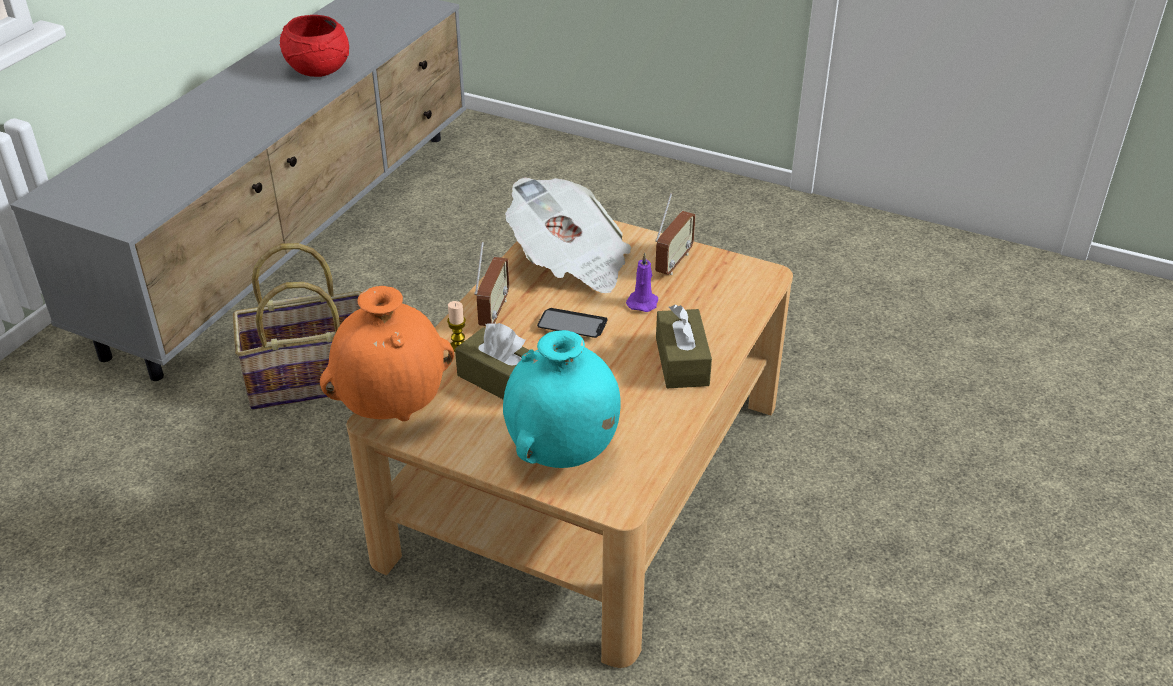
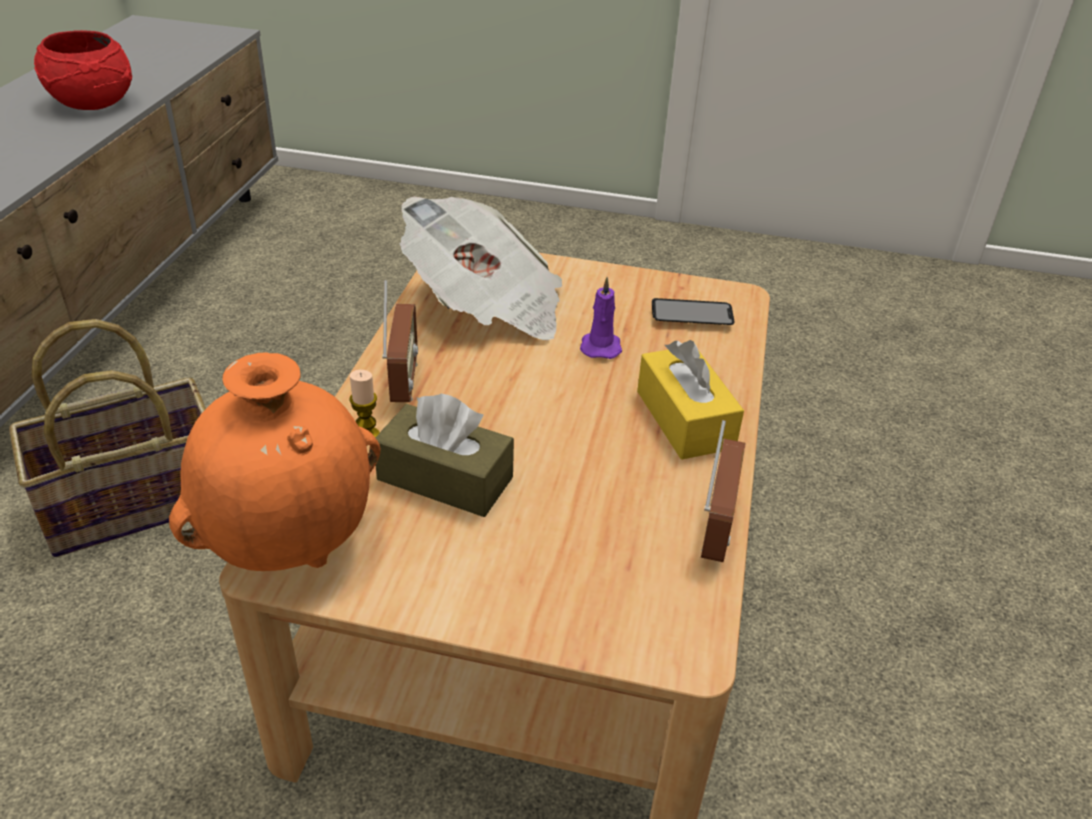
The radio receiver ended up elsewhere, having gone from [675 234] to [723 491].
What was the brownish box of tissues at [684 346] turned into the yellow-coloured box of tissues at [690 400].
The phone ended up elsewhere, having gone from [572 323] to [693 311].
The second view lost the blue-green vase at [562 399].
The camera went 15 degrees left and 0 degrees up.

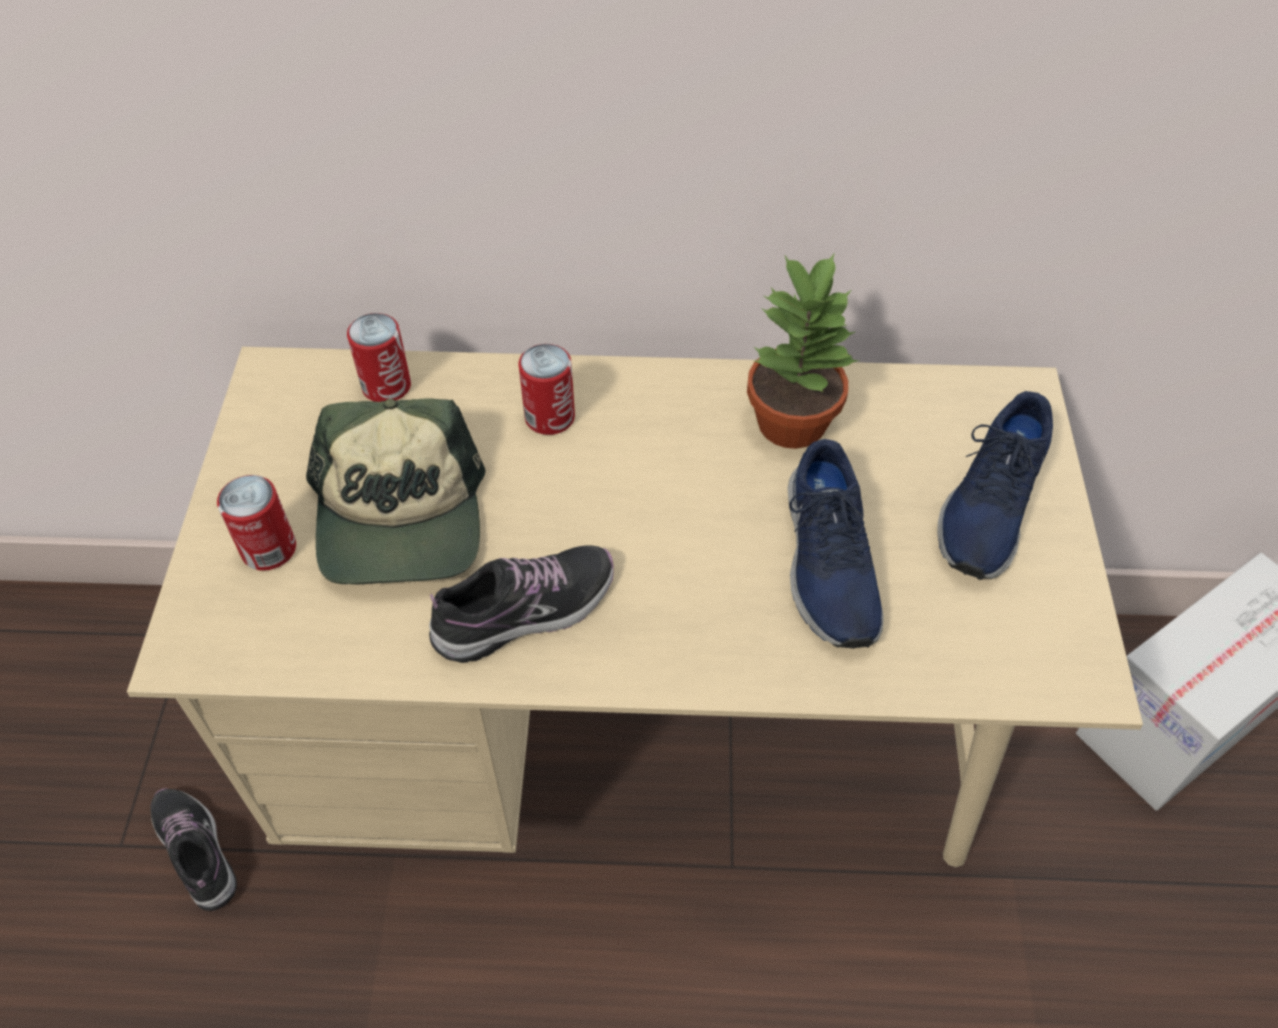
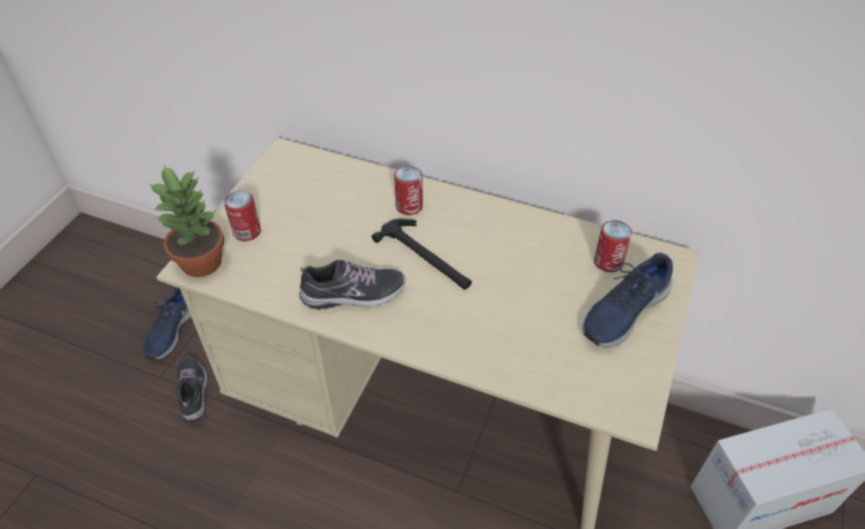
The potted plant ended up elsewhere, having gone from [803 351] to [186 220].
The can ended up elsewhere, having gone from [379 357] to [613 246].
The second view lost the cap at [395 491].
The blue-coloured shoe ended up elsewhere, having gone from [836 544] to [167 323].
The second view gained the hammer at [422 254].
The camera went 20 degrees right and 5 degrees down.

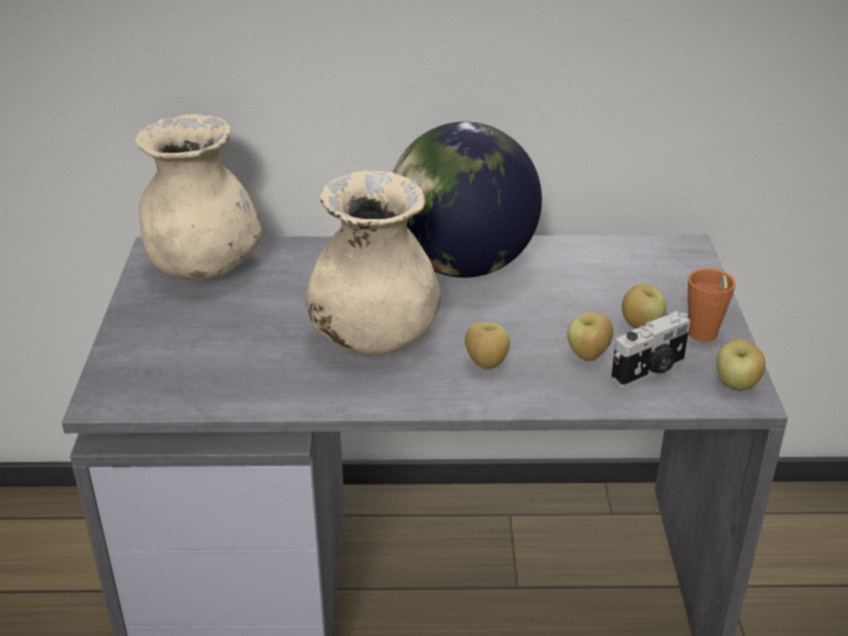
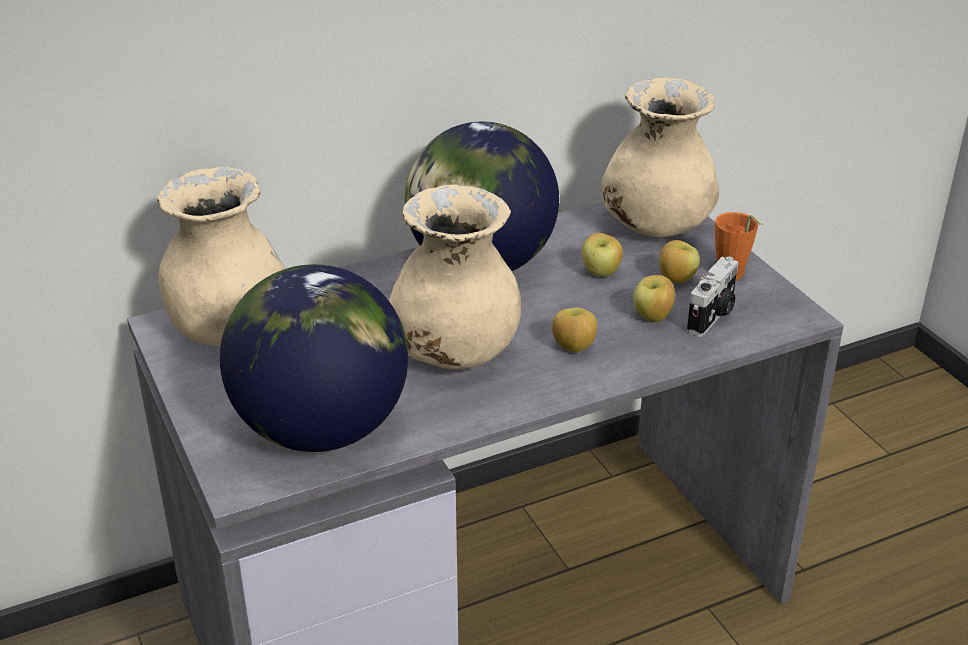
The apple ended up elsewhere, having gone from [741 364] to [602 254].
The second view gained the sand-coloured vase at [660 157].
The second view gained the globe at [314 358].
The camera went 25 degrees left and 0 degrees up.

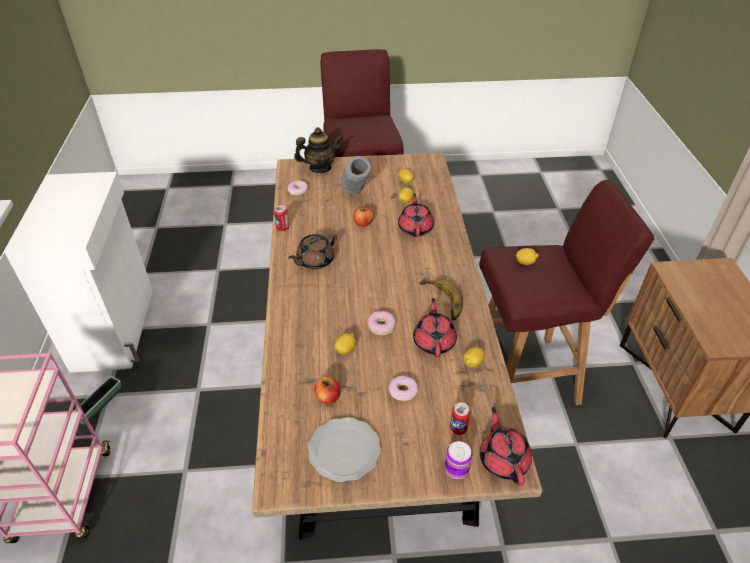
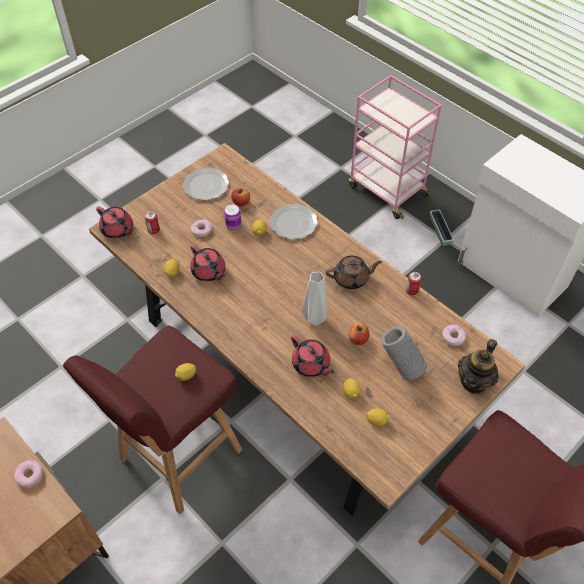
The brownish teapot at [312 251] ended up facing another way, 75 degrees clockwise from before.
The second view lost the banana at [441 300].
The doughnut ended up elsewhere, having gone from [381 323] to [28 474].
The can ended up elsewhere, having gone from [458 460] to [232 217].
The second view gained the dinner plate at [294 222].
The second view gained the greyish vase at [314 299].
The camera went 140 degrees right and 10 degrees up.

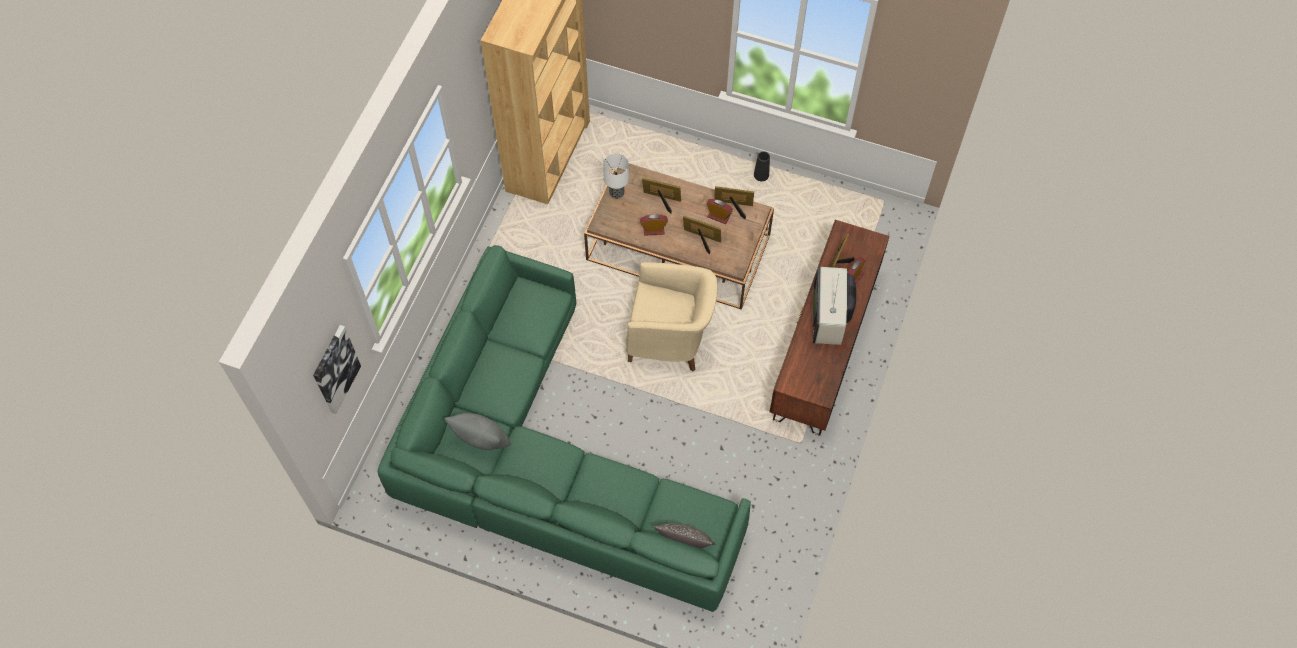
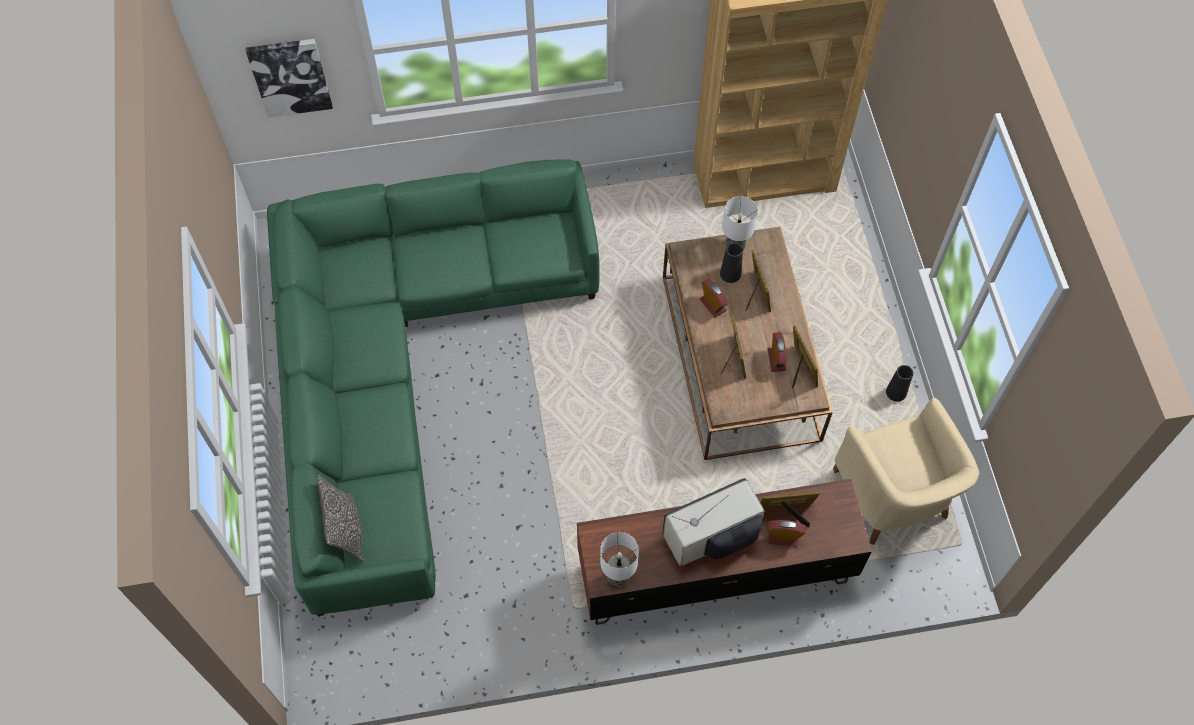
The sand-coloured easy chair ended up elsewhere, having gone from [671 317] to [906 471].
The second view lost the greyish pillow at [478 431].
The second view gained the black vase at [731 263].
The second view gained the table lamp at [619 559].
The camera went 60 degrees right and 0 degrees up.

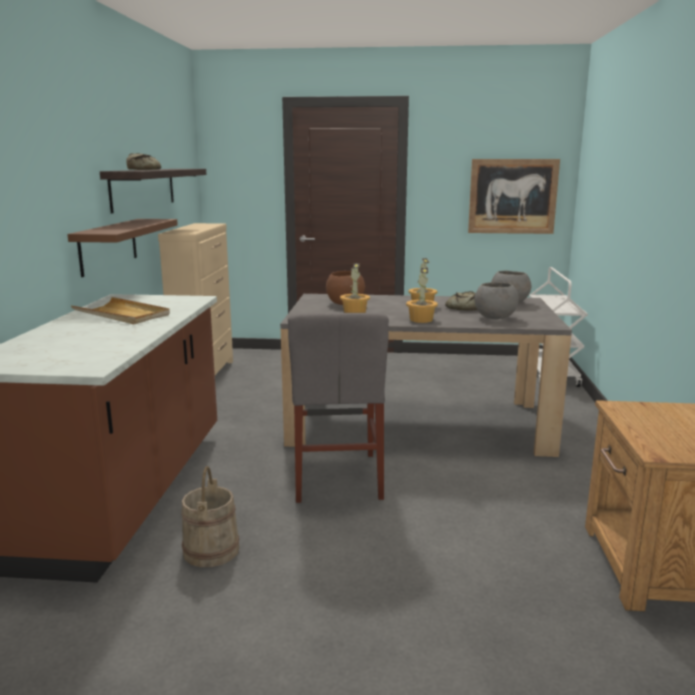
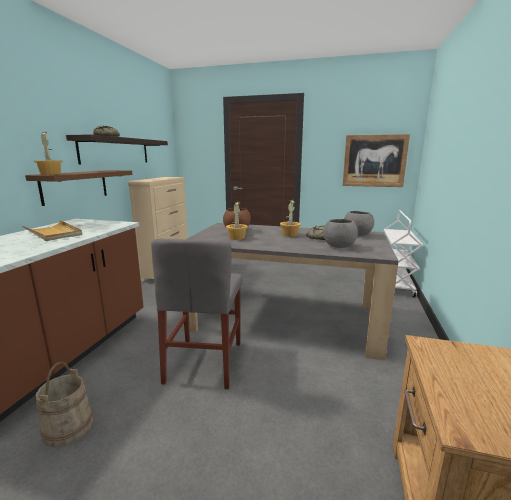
The potted plant ended up elsewhere, having gone from [422 295] to [48 153].
The camera went 10 degrees right and 0 degrees up.

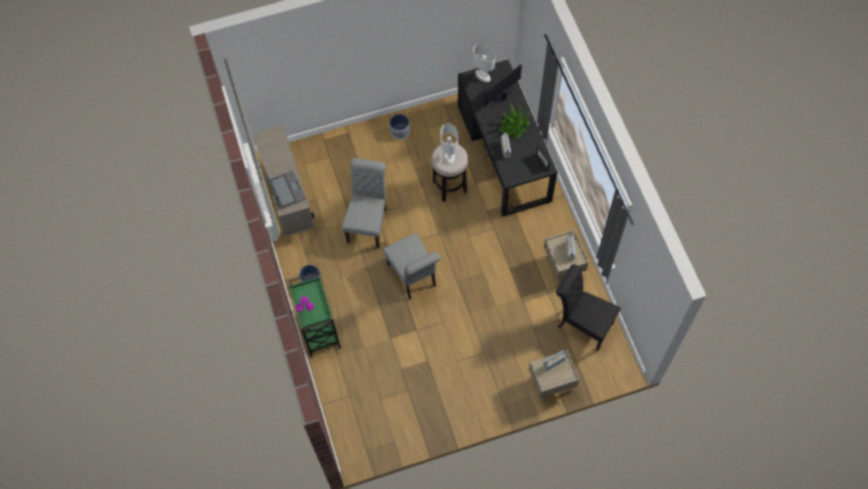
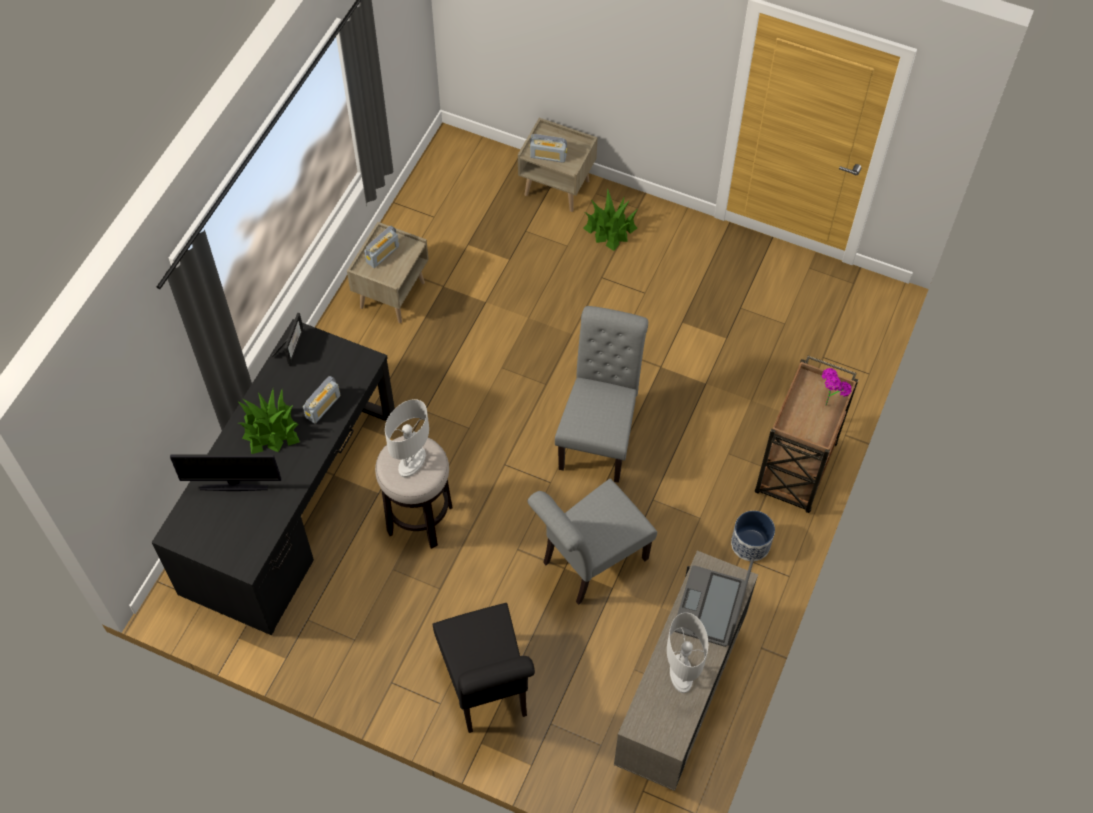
The white-coloured table lamp ended up elsewhere, having gone from [484 63] to [687 653].
The second view lost the planter at [400 127].
The black plain chair ended up elsewhere, having gone from [588 307] to [484 668].
What was the green-coloured cart at [314 315] turned into the brownish cart at [806 434].
The second view gained the potted plant at [610 219].
The camera went 140 degrees left and 5 degrees down.

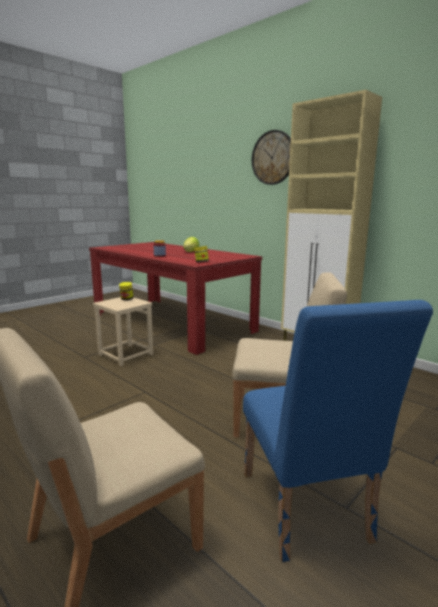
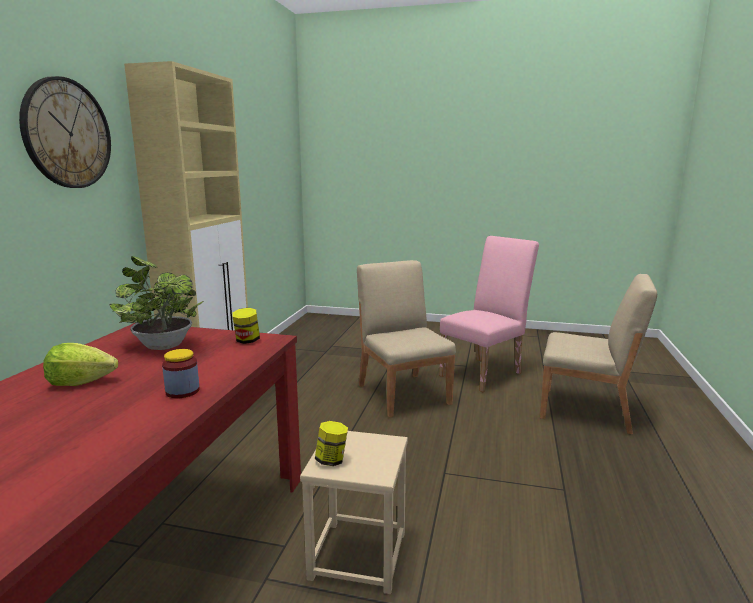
What was the blue-coloured plain chair at [338 431] turned into the pinkish plain chair at [489 314].
The second view gained the potted plant at [156 303].
The camera went 120 degrees left and 0 degrees up.

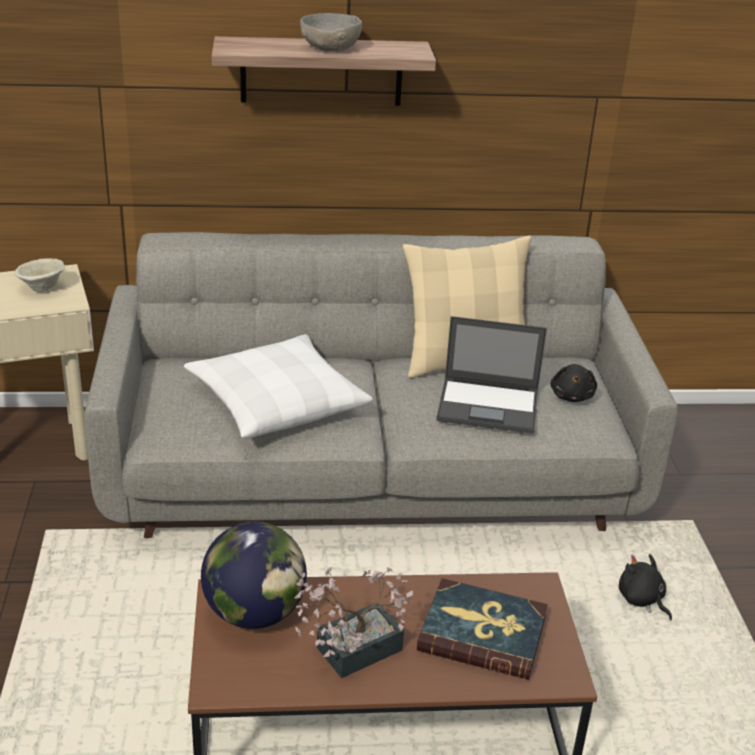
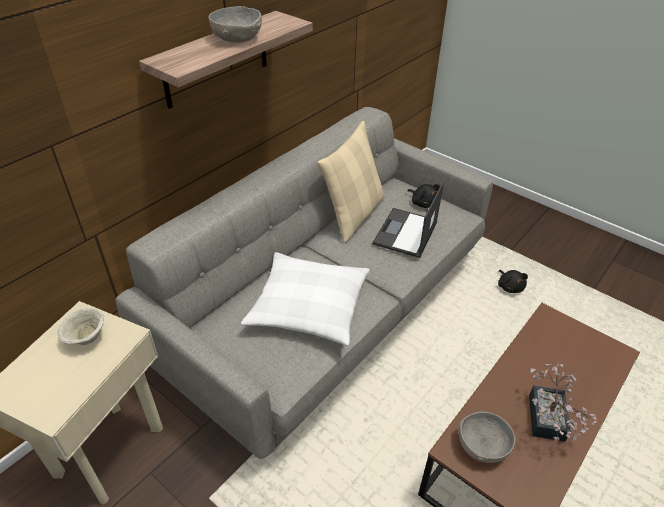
The laptop at [491 375] ended up facing another way, 150 degrees clockwise from before.
Where the globe stood at [254 575], the greyish serving bowl came to stand at [486 437].
The black cuddly toy at [645 587] ended up facing another way, 120 degrees counterclockwise from before.
The second view lost the book at [482 629].
The camera went 45 degrees left and 10 degrees up.

